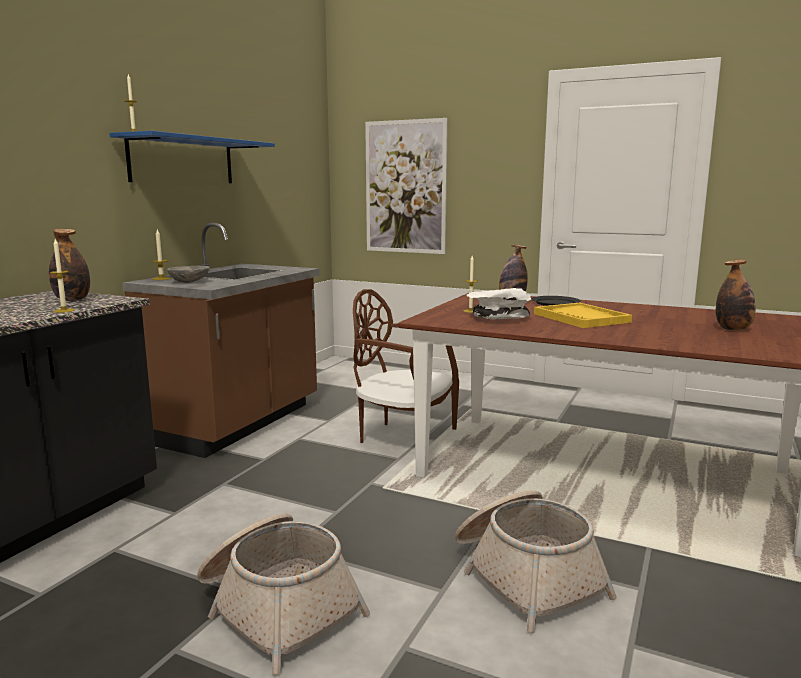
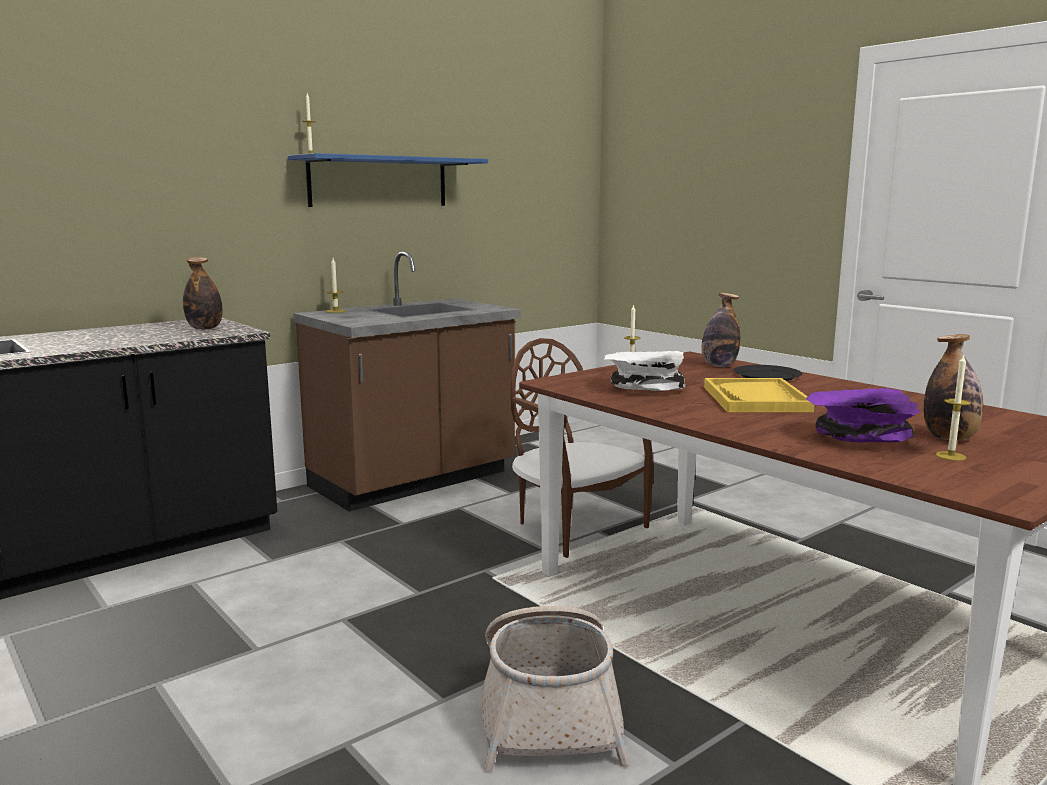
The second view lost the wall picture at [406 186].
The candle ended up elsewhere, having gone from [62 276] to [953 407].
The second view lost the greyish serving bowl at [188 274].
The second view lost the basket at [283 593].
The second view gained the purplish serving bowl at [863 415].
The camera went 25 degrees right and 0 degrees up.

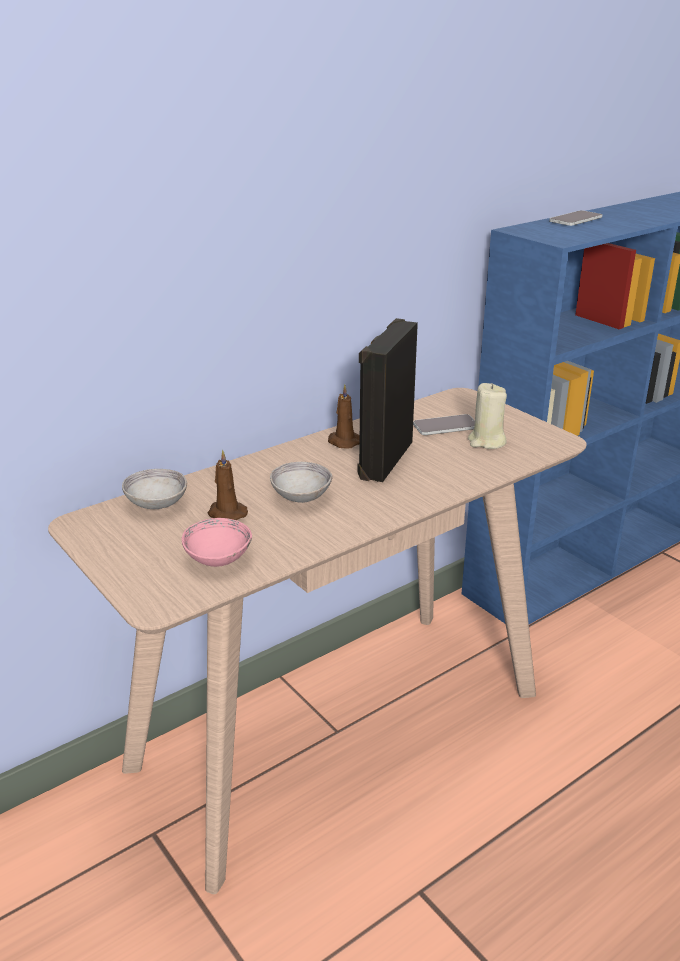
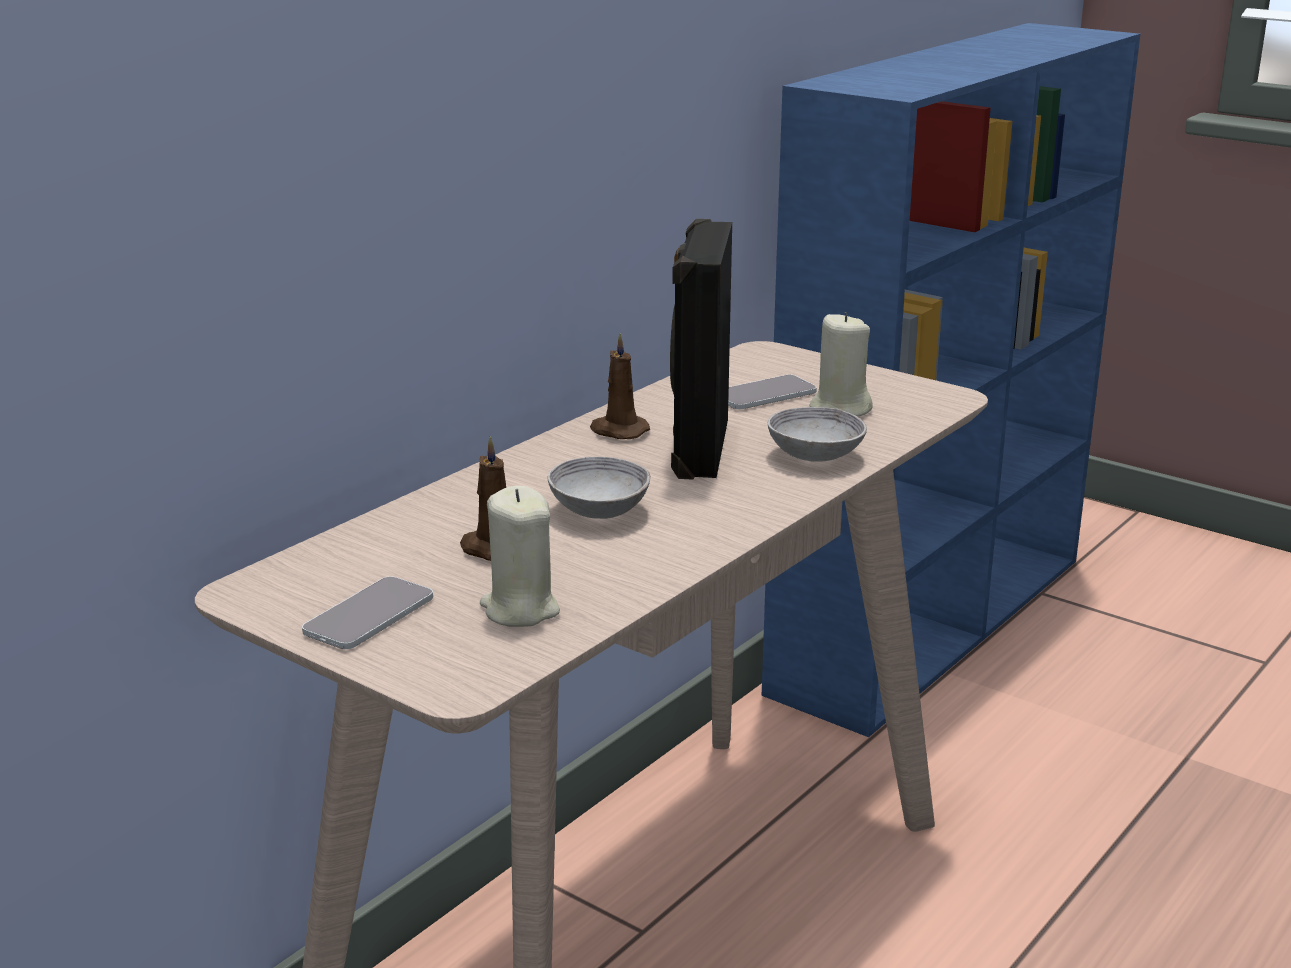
The phone ended up elsewhere, having gone from [575 218] to [367 612].
The greyish serving bowl ended up elsewhere, having gone from [154 489] to [817 434].
Where the pinkish serving bowl stood at [217 542], the sand-coloured candle came to stand at [520 556].
The camera went 15 degrees left and 5 degrees down.

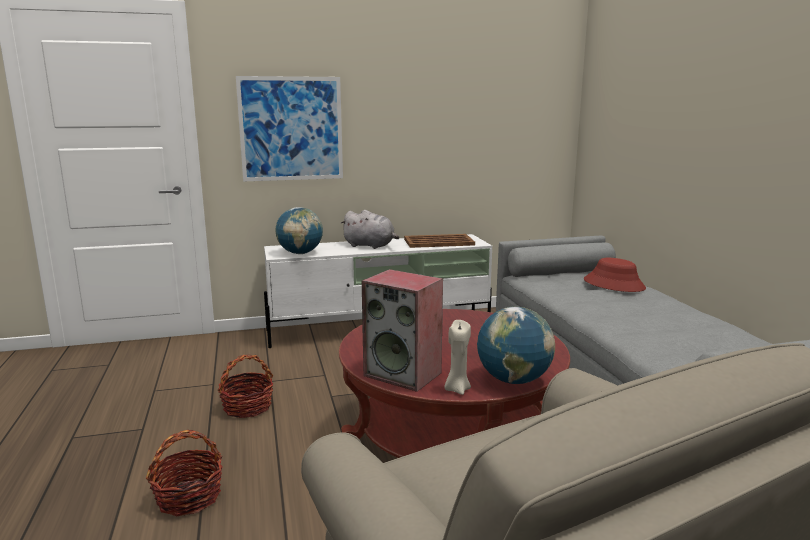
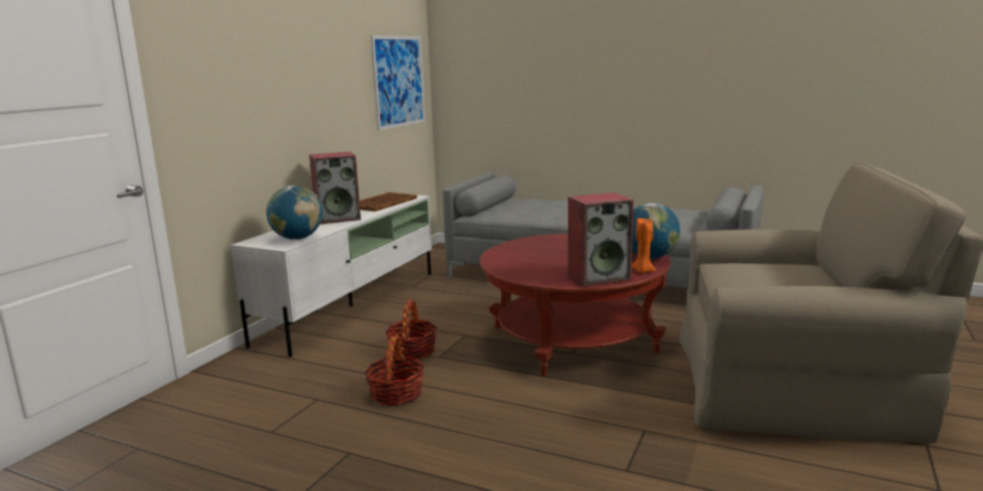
The wall picture ended up elsewhere, having gone from [289 128] to [398 83].
Where the greyish cuddly toy stood at [369 229], the loudspeaker came to stand at [335 188].
The second view lost the red wearable hat at [615 275].
What was the sand-coloured candle at [458 357] turned into the orangey candle at [644 245].
The basket ended up elsewhere, having gone from [184 473] to [411 330].
The camera went 50 degrees left and 0 degrees up.

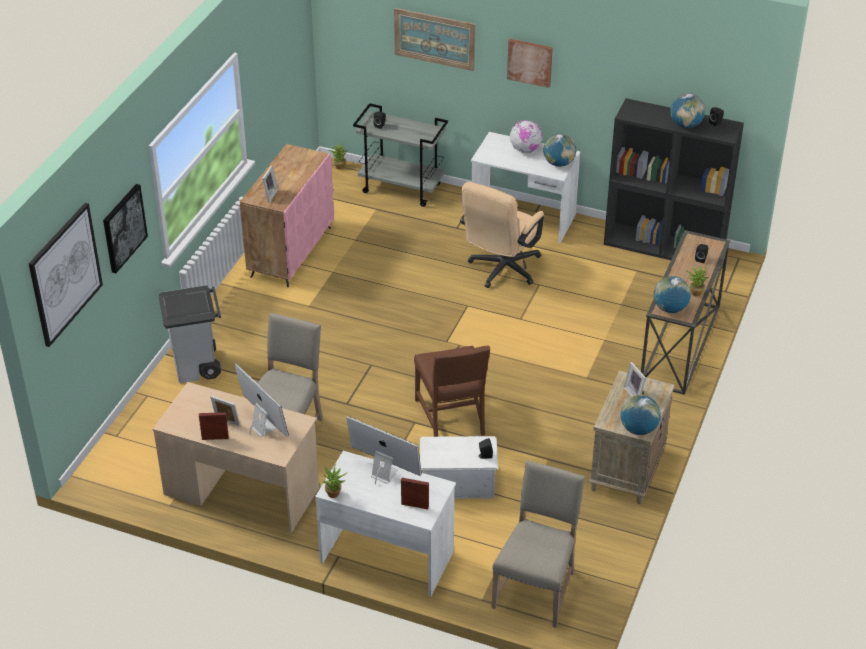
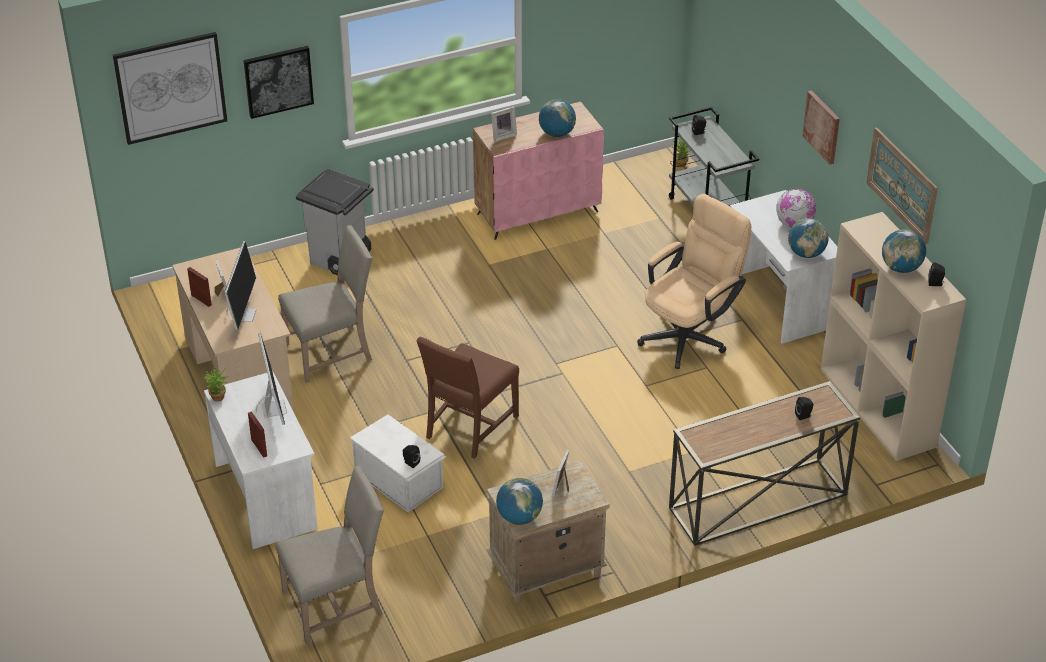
The wall picture ended up elsewhere, having gone from [434 39] to [902 185].
What was the black bookshelf at [674 179] turned into the sand-coloured bookshelf at [893 336].
The sand-coloured desk chair at [502 235] ended up facing another way, 150 degrees clockwise from before.
The second view lost the potted plant at [697 281].
The globe ended up elsewhere, having gone from [672 294] to [557 118].
The camera went 45 degrees right and 0 degrees up.

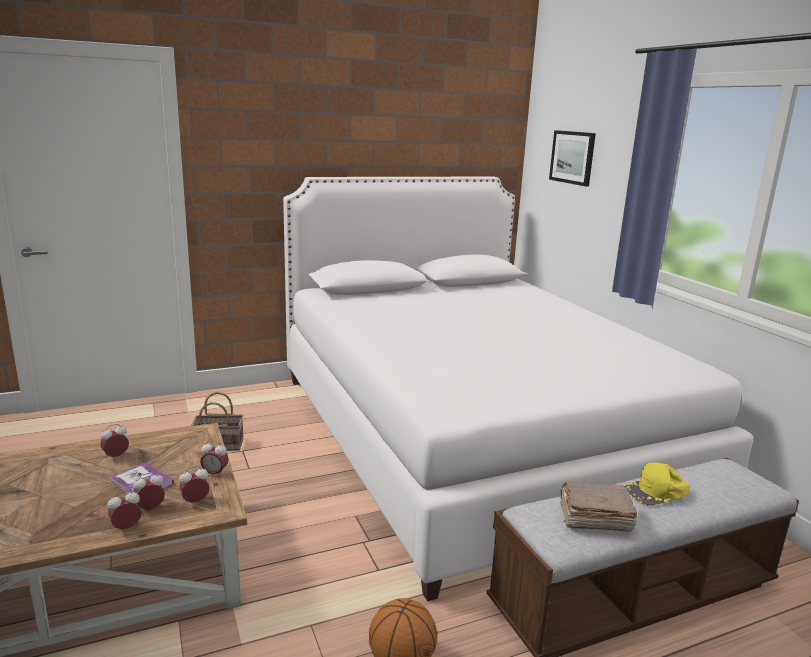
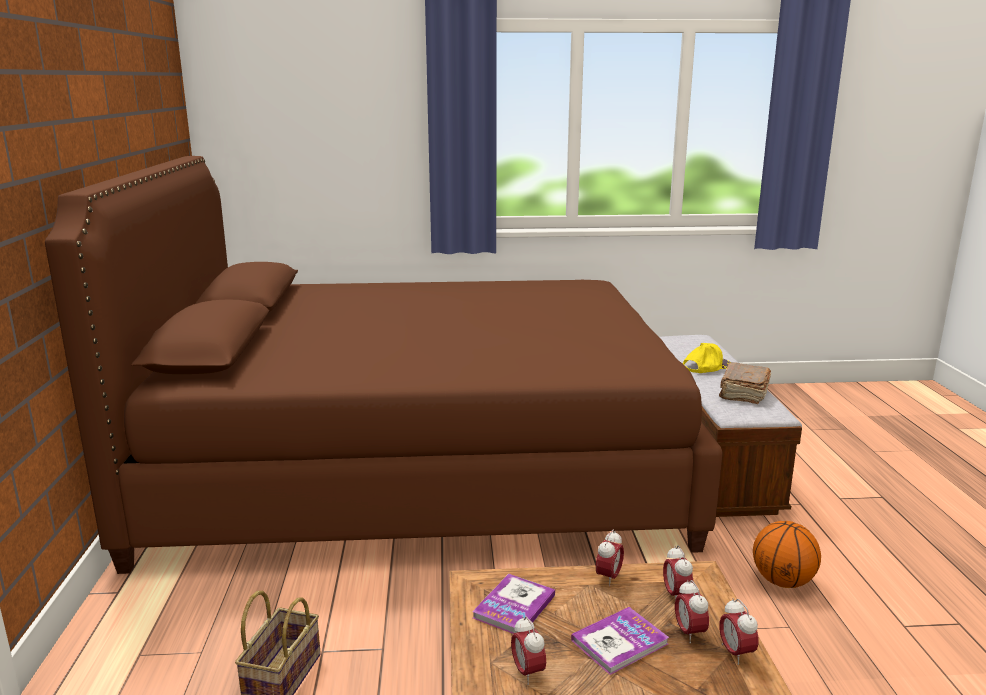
The second view lost the wall picture at [572 158].
What was the white-coloured sleeping bed at [518 389] turned into the brownish sleeping bed at [384 365].
The yellow-coloured cap at [657 484] ended up facing another way, 120 degrees counterclockwise from before.
The second view gained the book at [513 604].
The camera went 70 degrees left and 0 degrees up.

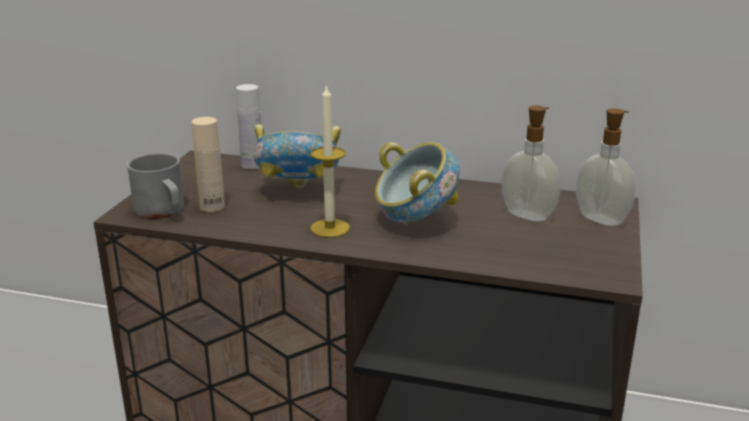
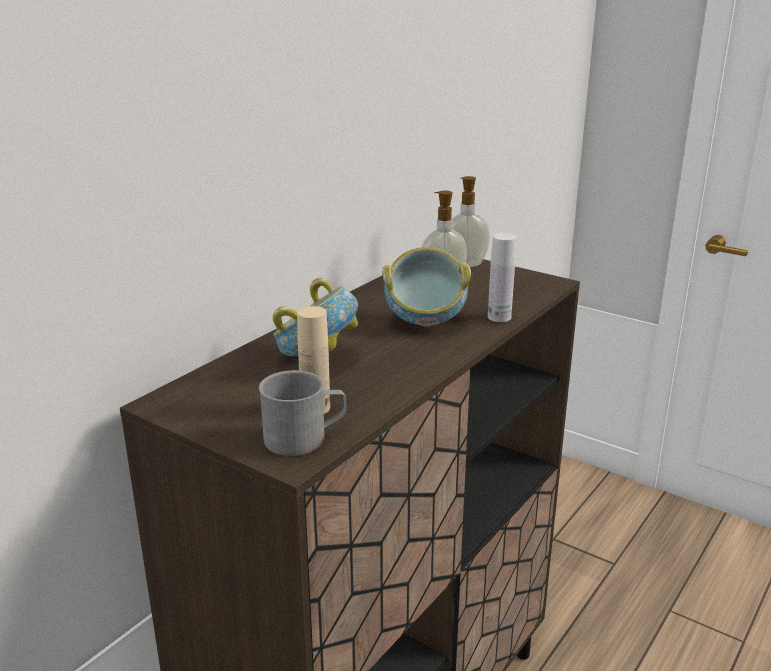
The white-coloured drink bottle ended up elsewhere, having gone from [248 126] to [502 277].
The second view lost the candle at [330 160].
The camera went 70 degrees left and 0 degrees up.

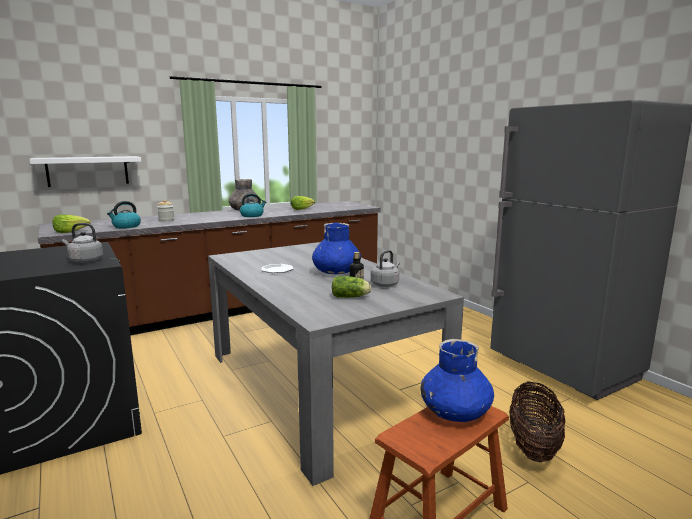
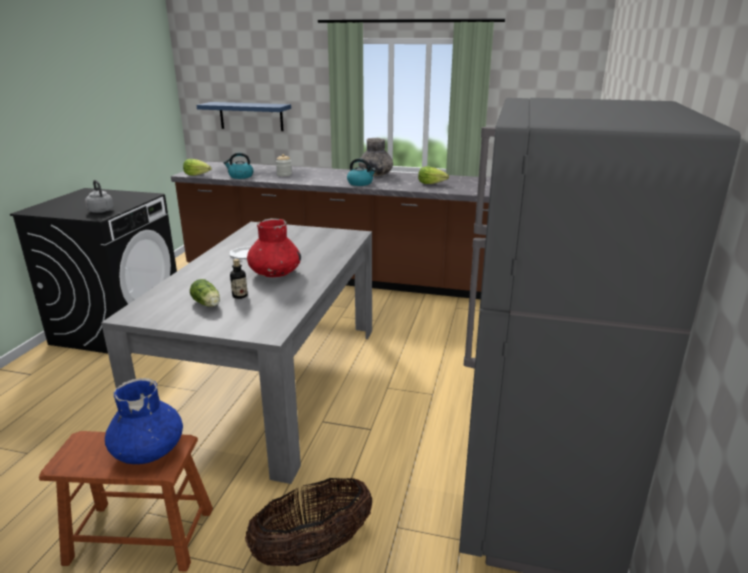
What was the white-coloured wall shelf at [85 171] turned into the blue-coloured wall shelf at [243 116].
What was the blue-coloured vase at [336 248] turned into the red vase at [274 247].
The second view lost the greyish water kettle at [385 268].
The camera went 45 degrees right and 10 degrees up.

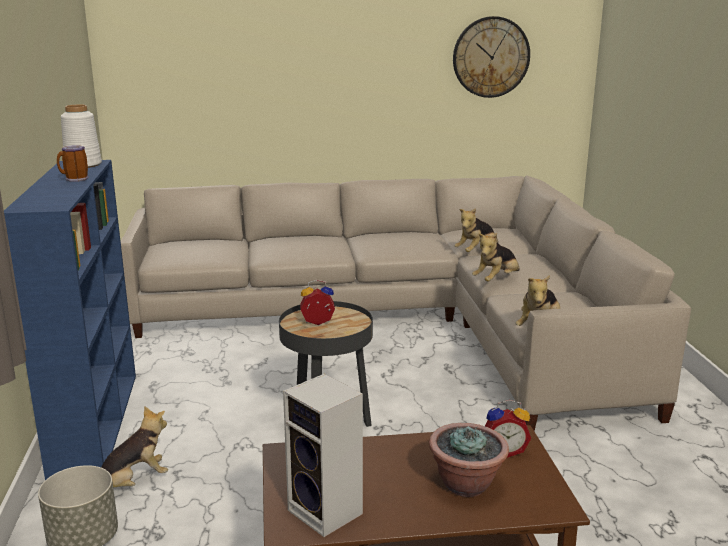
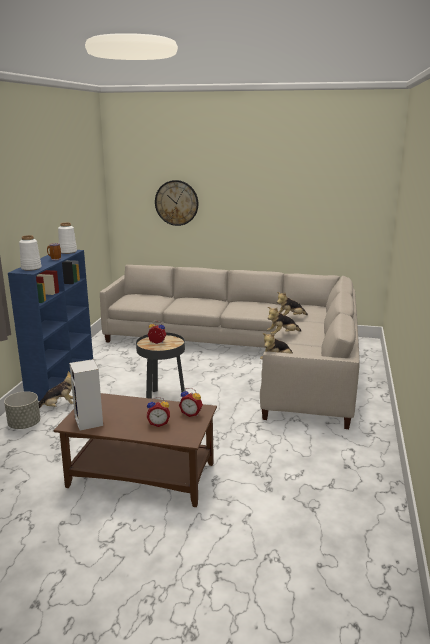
The clock on the wall ended up elsewhere, having gone from [491 57] to [176 203].
Where the potted plant stood at [469 460], the bedside clock came to stand at [158 412].
The second view gained the white-coloured vase at [30 253].
The camera went 20 degrees right and 0 degrees up.

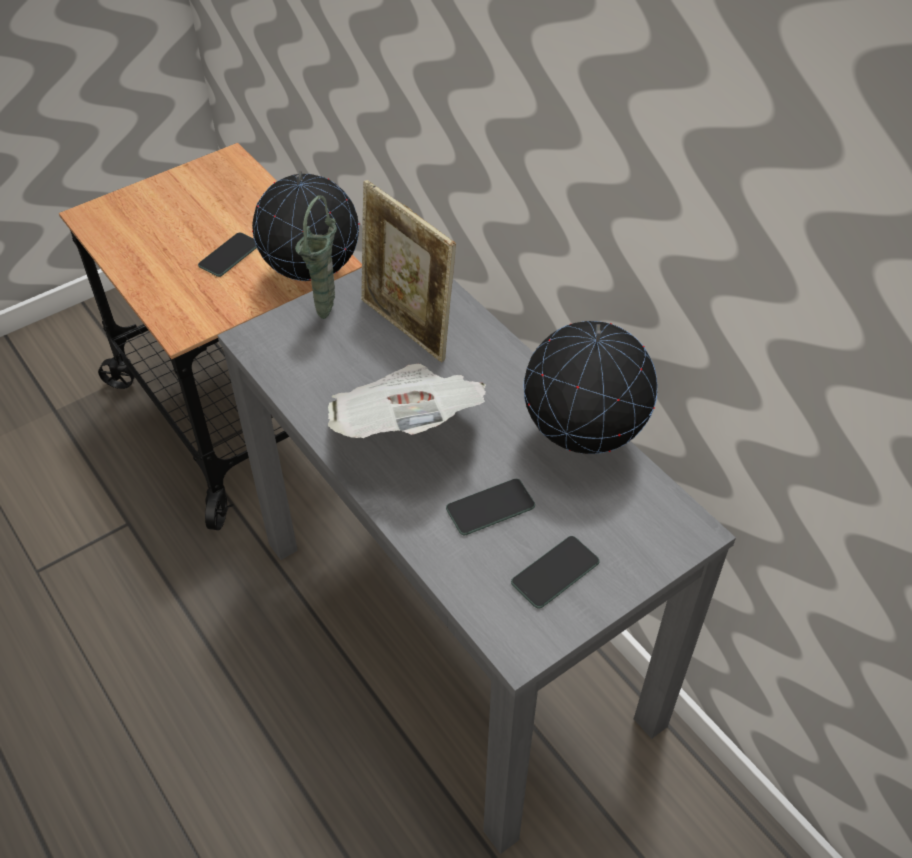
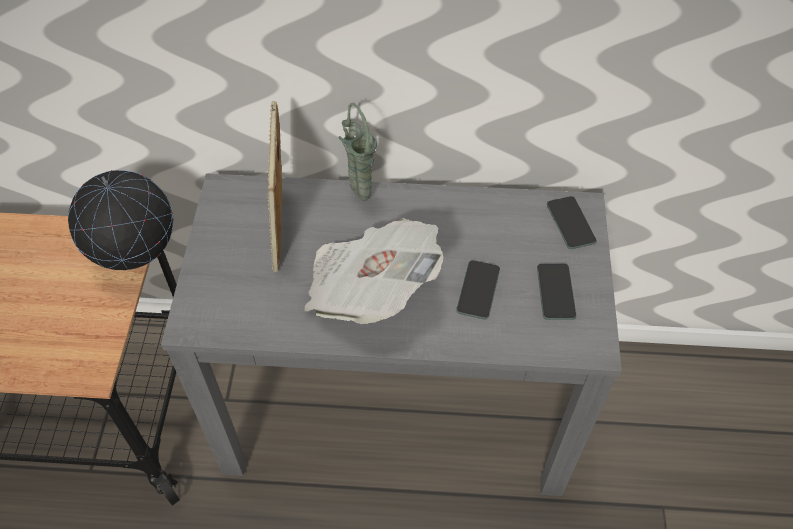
The picture frame at [408 271] ended up facing another way, 90 degrees clockwise from before.
The green-coloured vase ended up elsewhere, having gone from [316 257] to [358 152].
The phone ended up elsewhere, having gone from [227 254] to [572 222].
The second view lost the globe at [591 387].
The camera went 50 degrees left and 5 degrees up.

